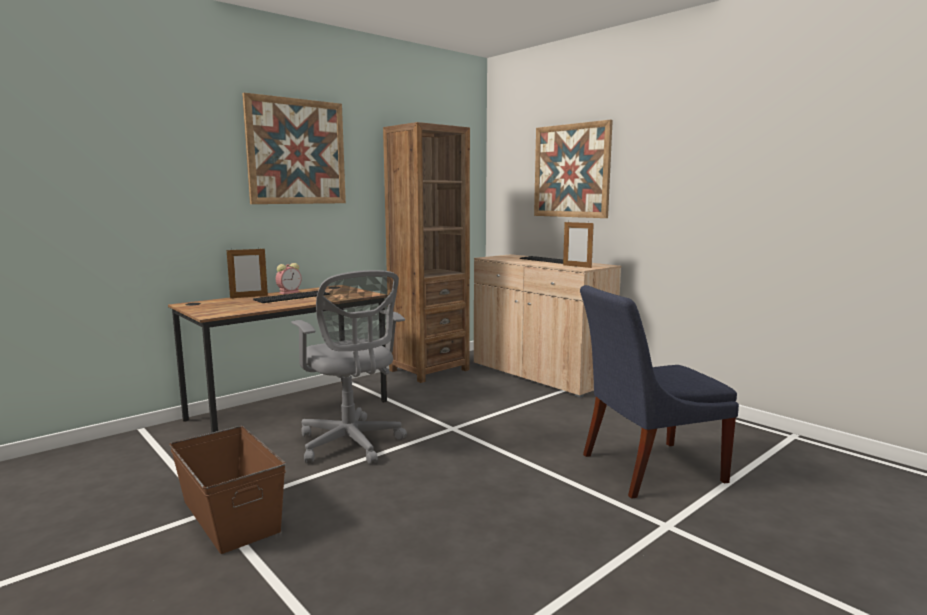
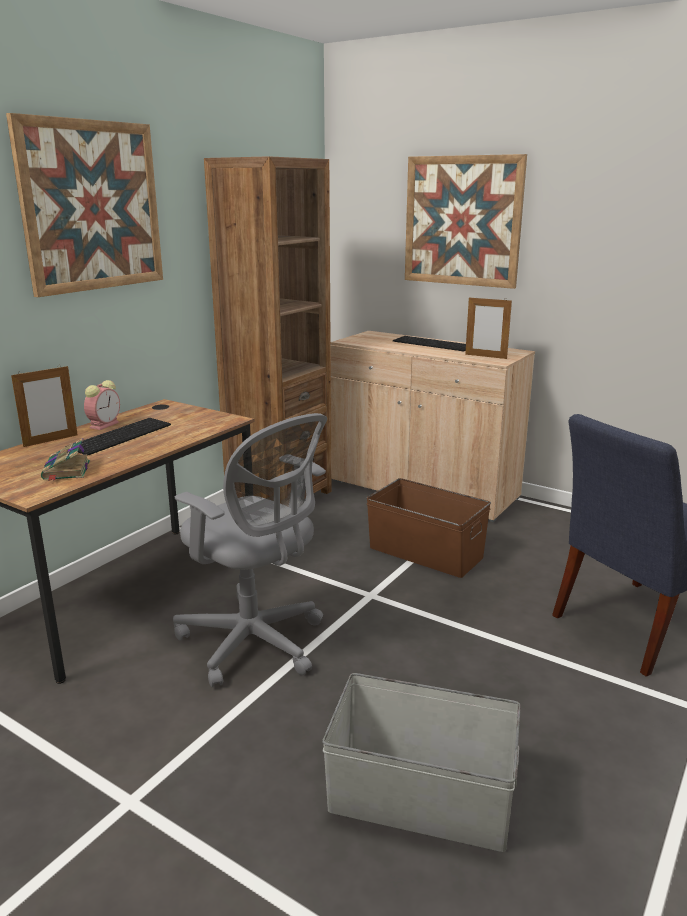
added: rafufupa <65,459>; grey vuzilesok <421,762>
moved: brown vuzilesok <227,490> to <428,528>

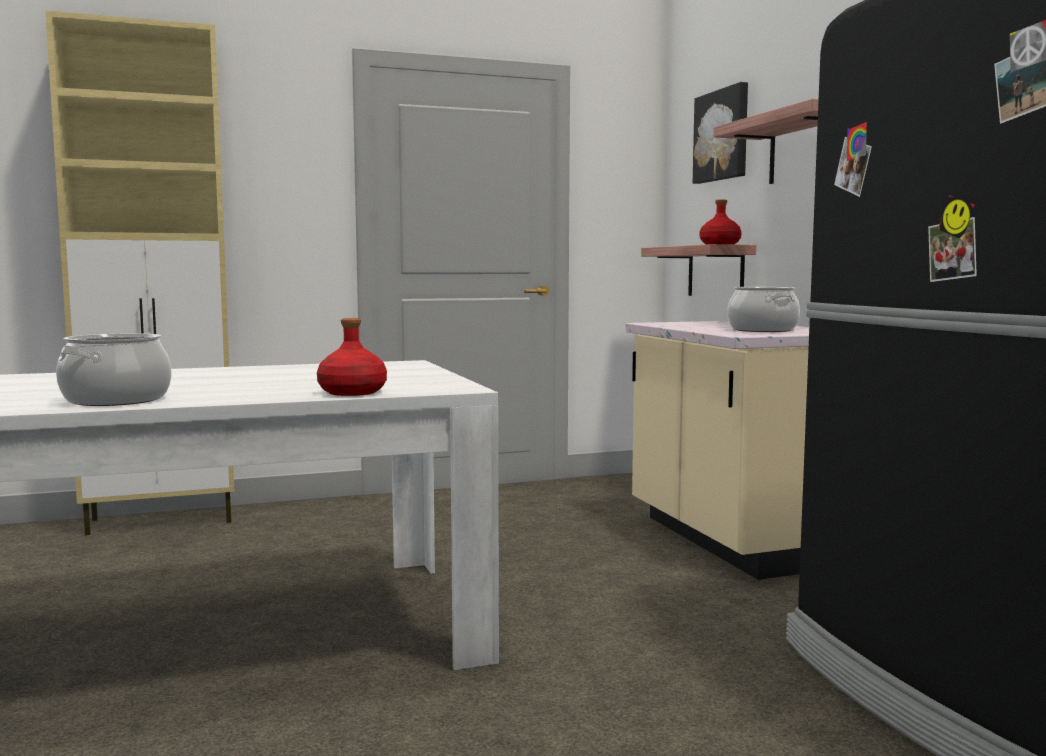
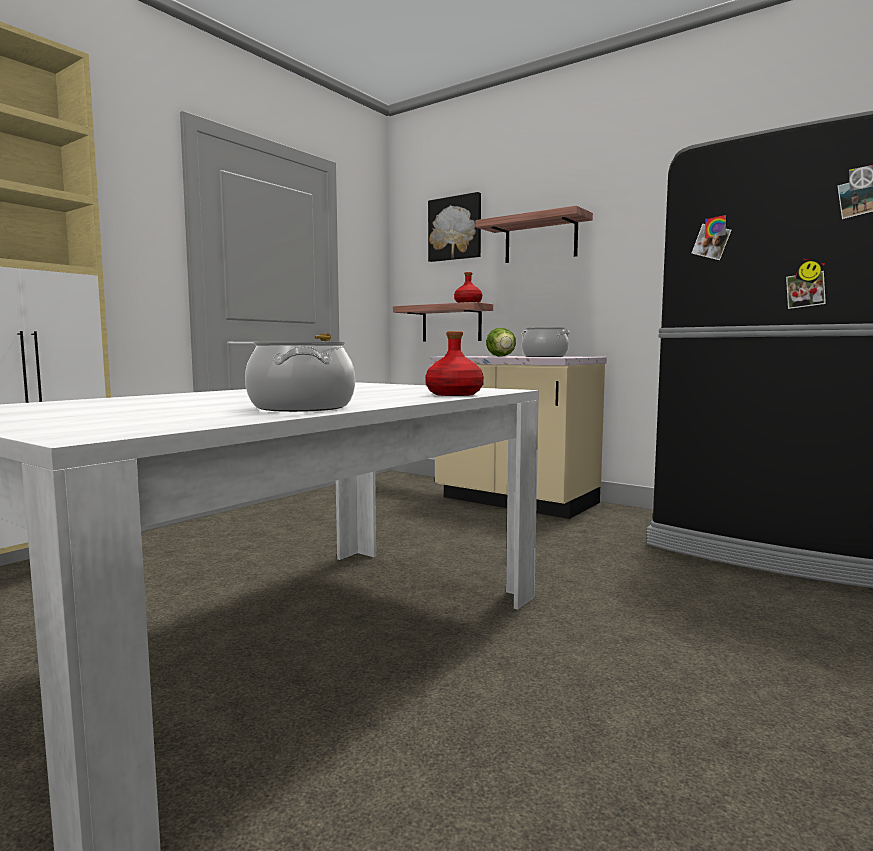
added: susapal <501,342>

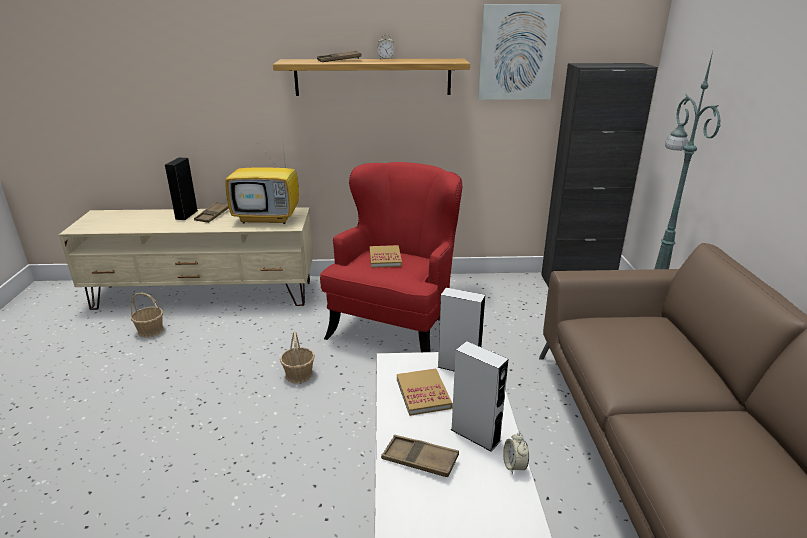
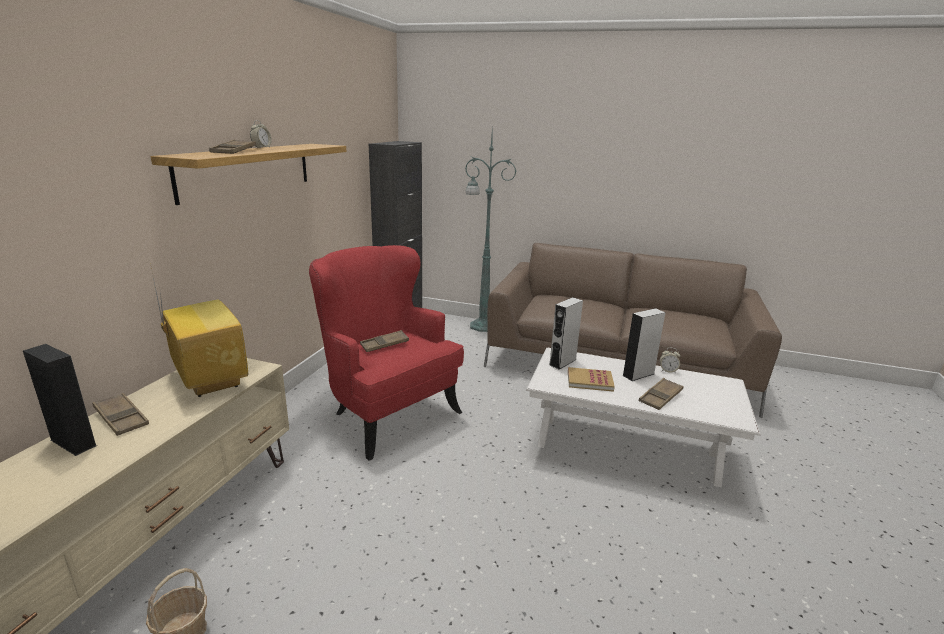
removed: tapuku <297,357>; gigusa <519,52>
replaced: rafufupa <386,256> to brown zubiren <384,341>
turned: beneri <262,180> = <199,332> 60 degrees counterclockwise

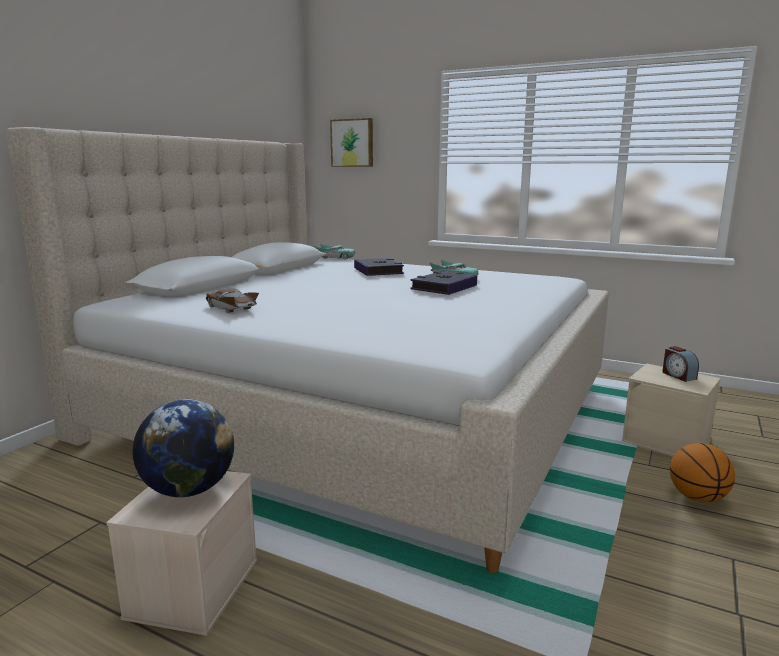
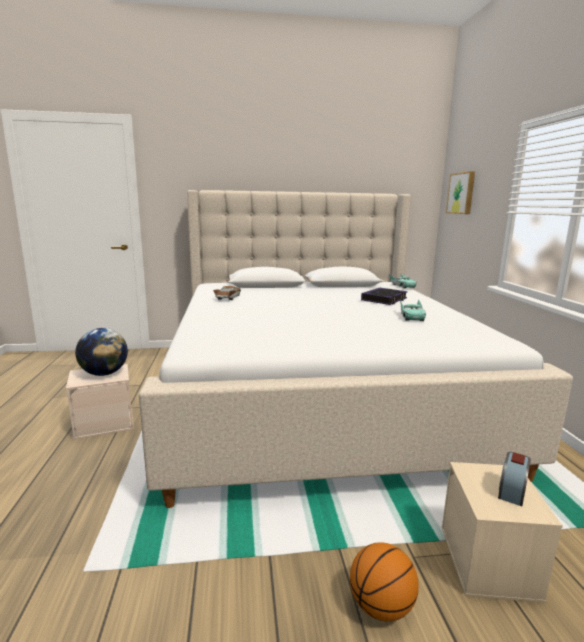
removed: rafufupa <443,283>

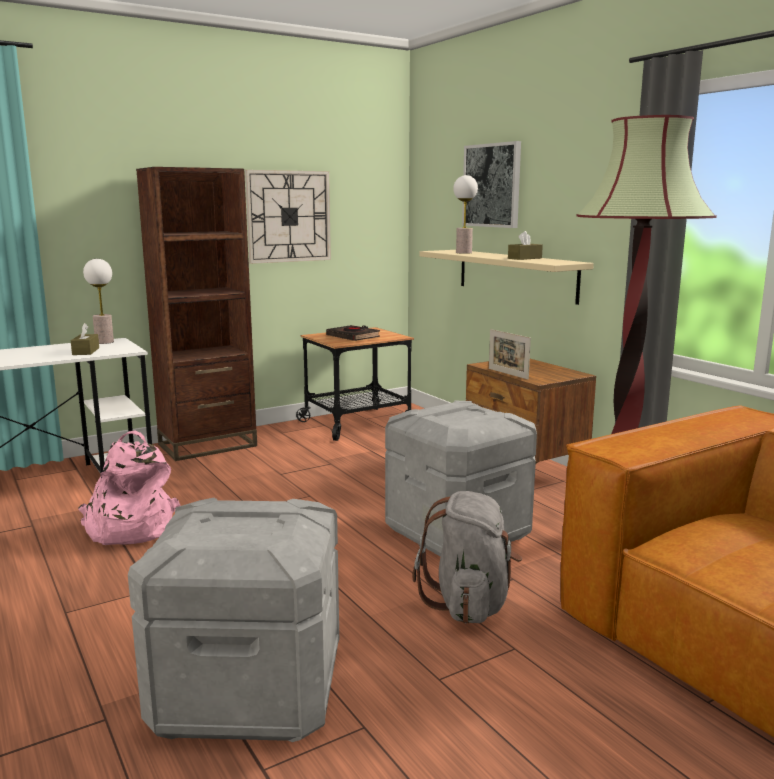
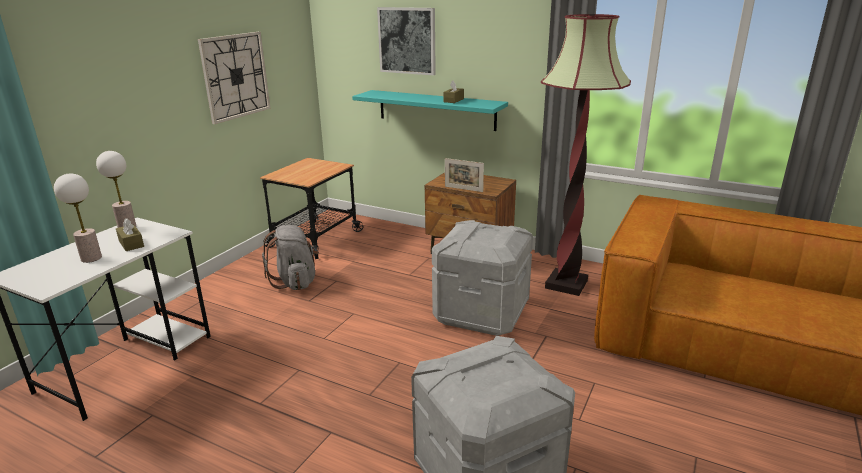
removed: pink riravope <129,487>; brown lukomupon <196,314>; black rafufupa <353,333>
moved: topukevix <465,214> to <78,218>; grey riravope <467,557> to <290,257>
recoloured: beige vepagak <507,277> to turquoise vepagak <430,110>

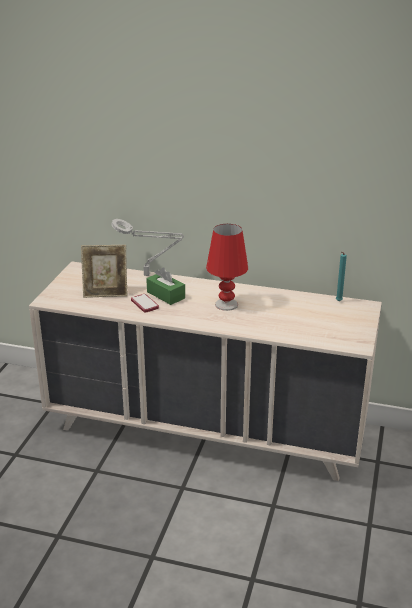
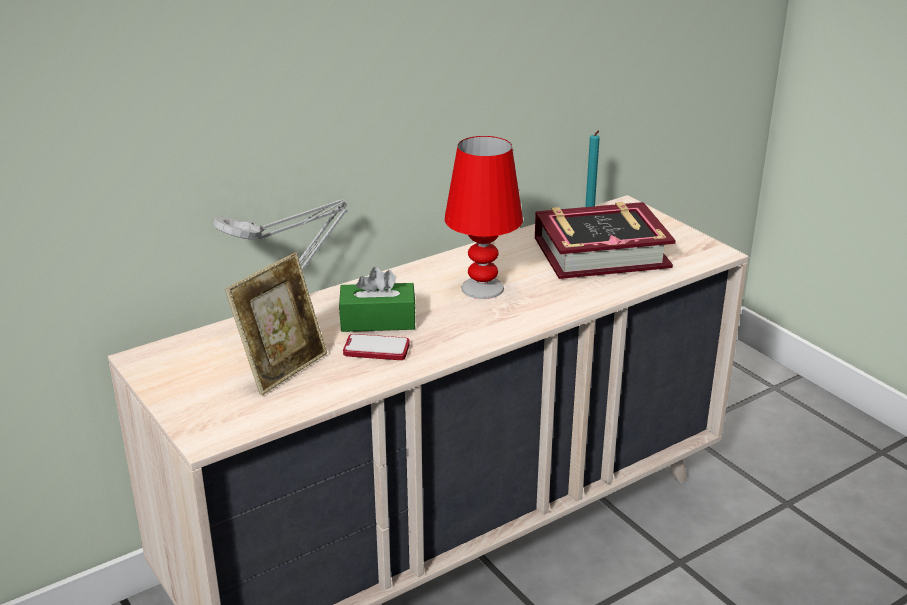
added: rafufupa <605,240>

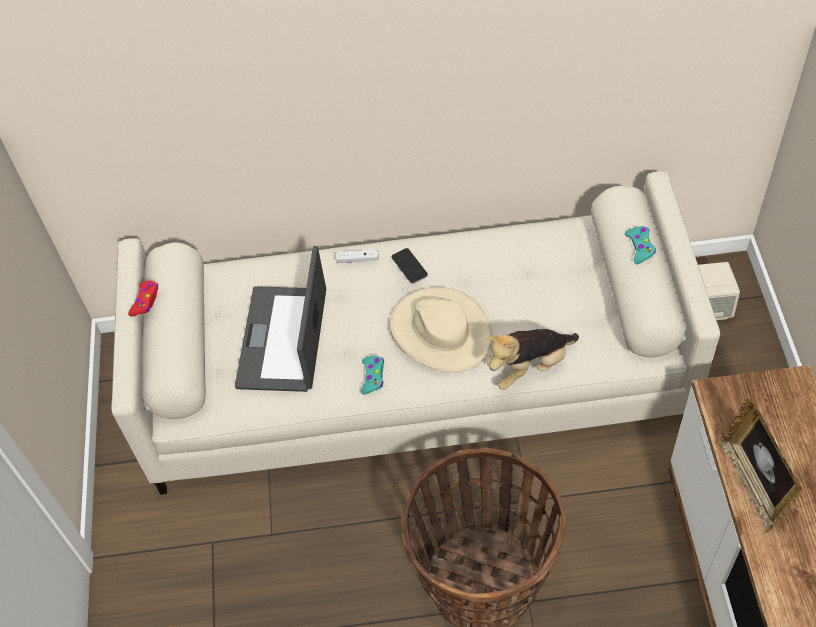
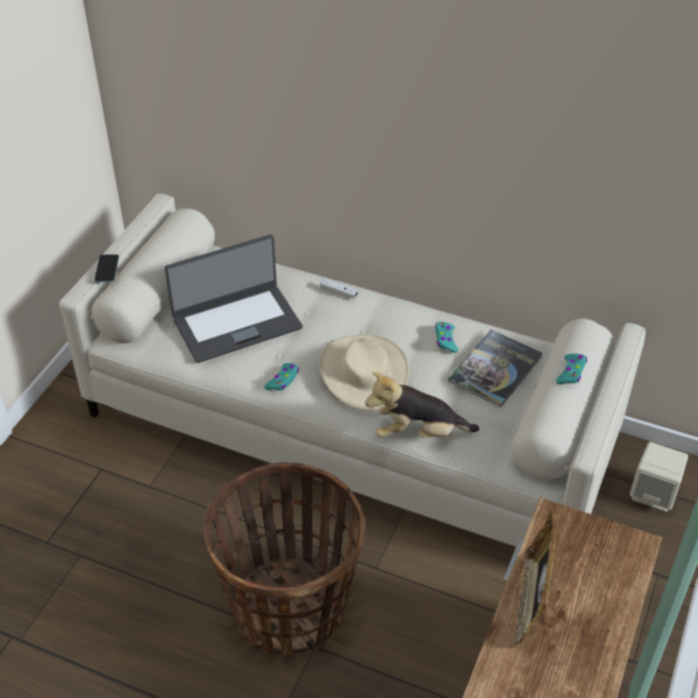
removed: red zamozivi <143,298>
added: turquoise zamozivi <446,337>; rafufupa <495,368>
moved: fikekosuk <410,266> to <106,268>
turned: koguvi <280,319> = <233,298> 150 degrees counterclockwise

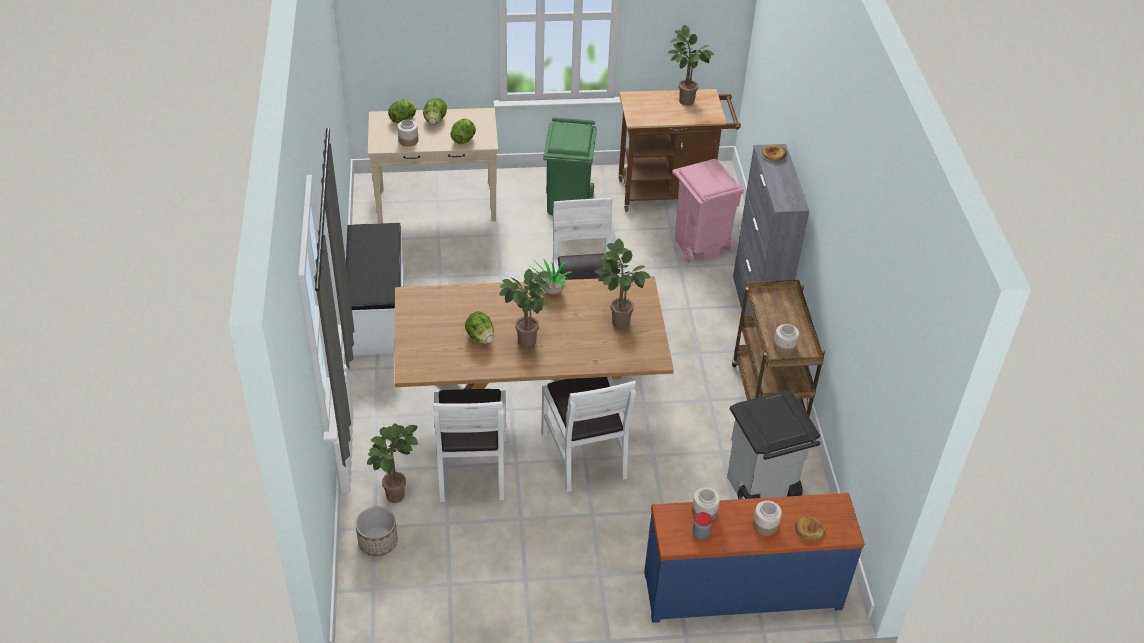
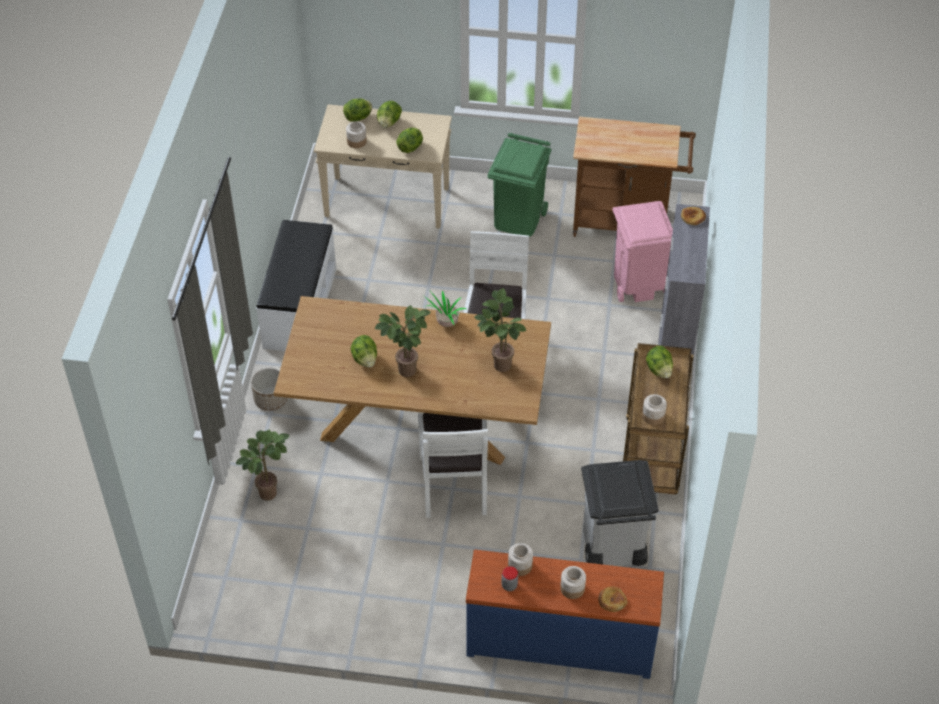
removed: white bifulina <469,445>; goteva <691,65>
added: susapal <659,361>
moved: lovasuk <377,531> to <269,389>

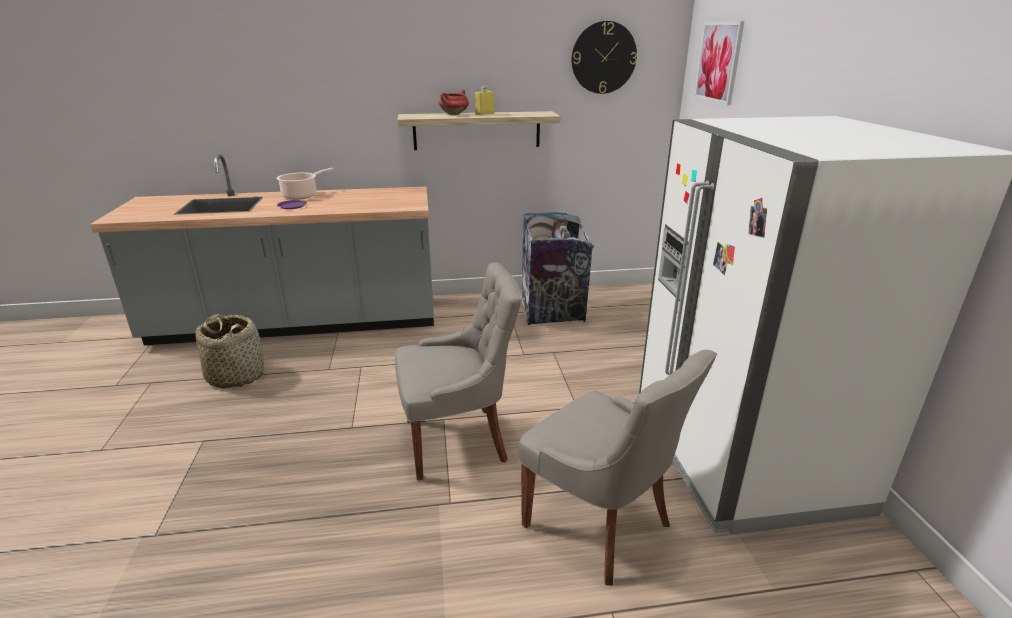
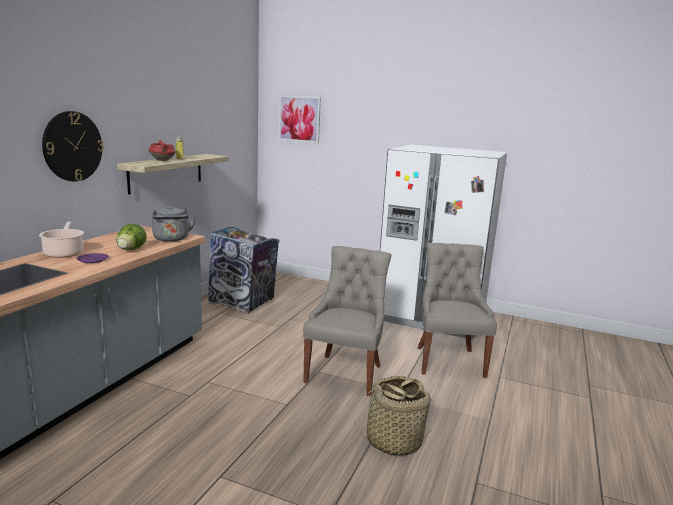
added: susapal <131,237>; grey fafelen <174,224>
moved: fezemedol <604,57> to <73,146>; tapuku <230,351> to <393,416>
turned: grey bifulina <617,467> = <457,310> 75 degrees counterclockwise

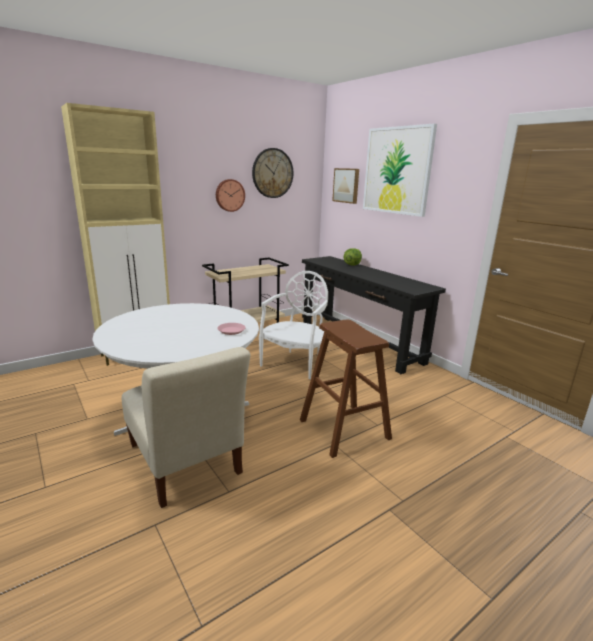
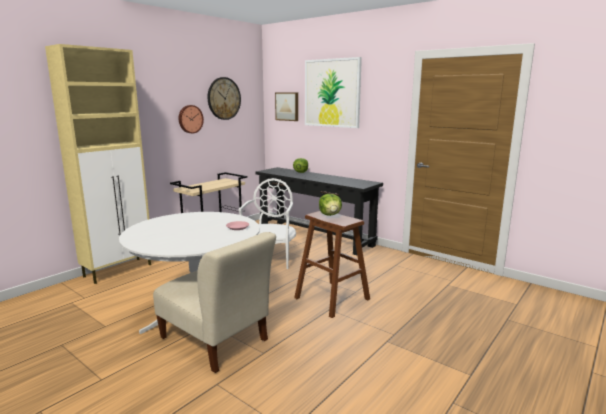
added: susapal <330,205>

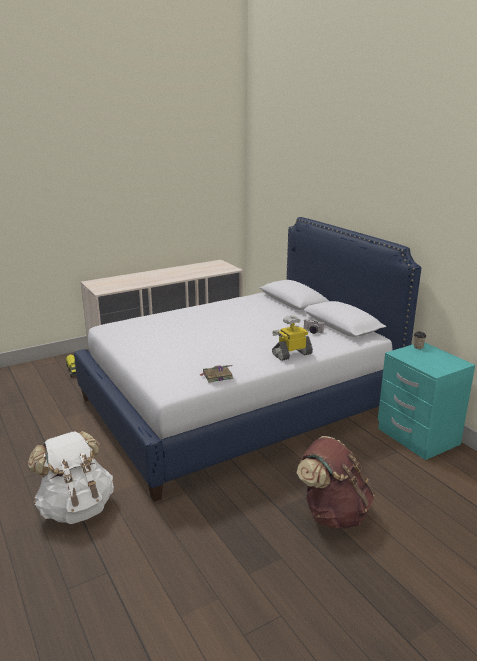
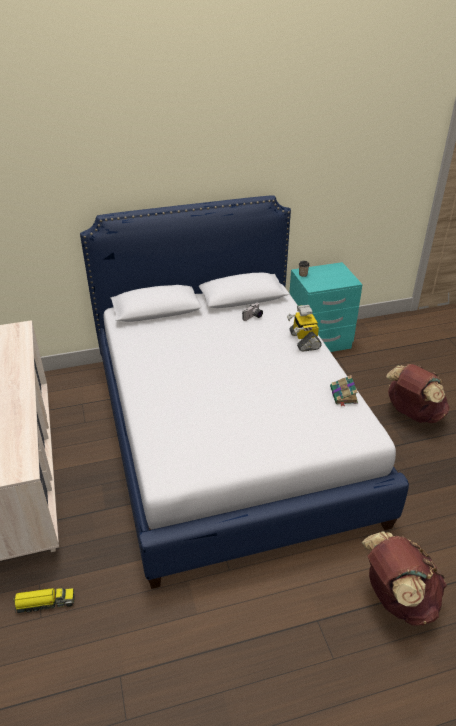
recoloured: white riravope <71,477> to brown riravope <404,579>

